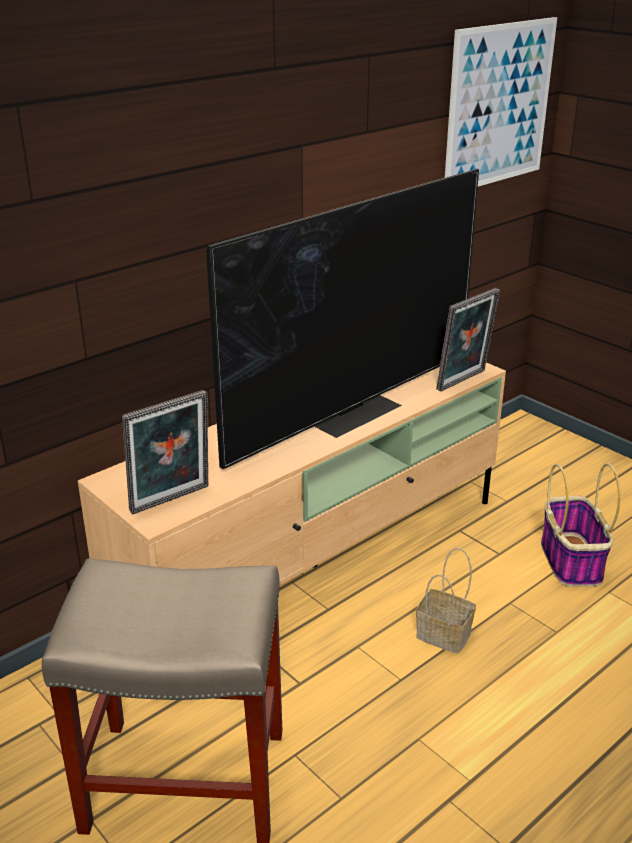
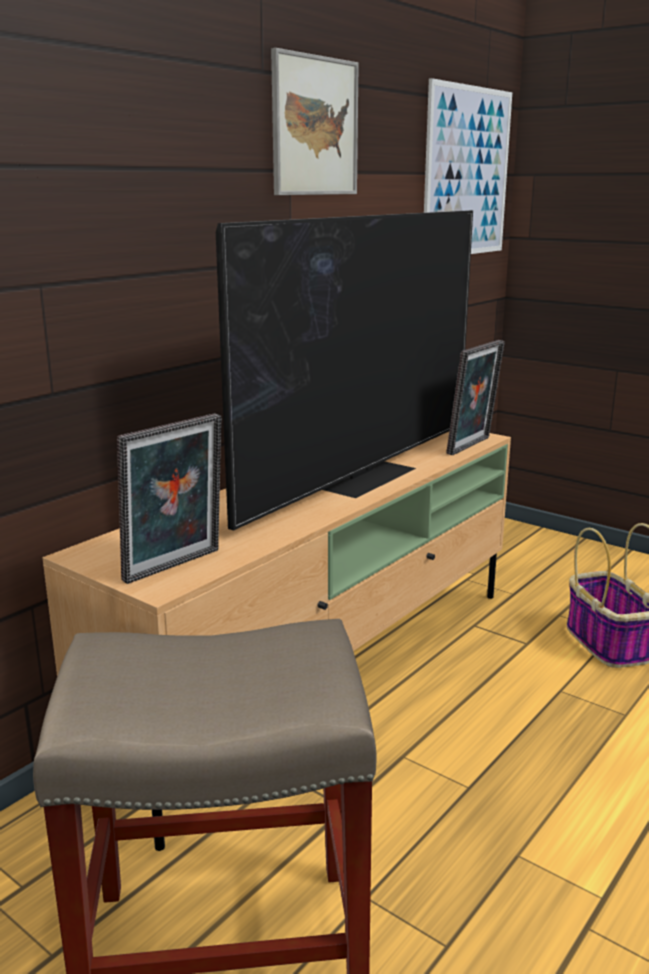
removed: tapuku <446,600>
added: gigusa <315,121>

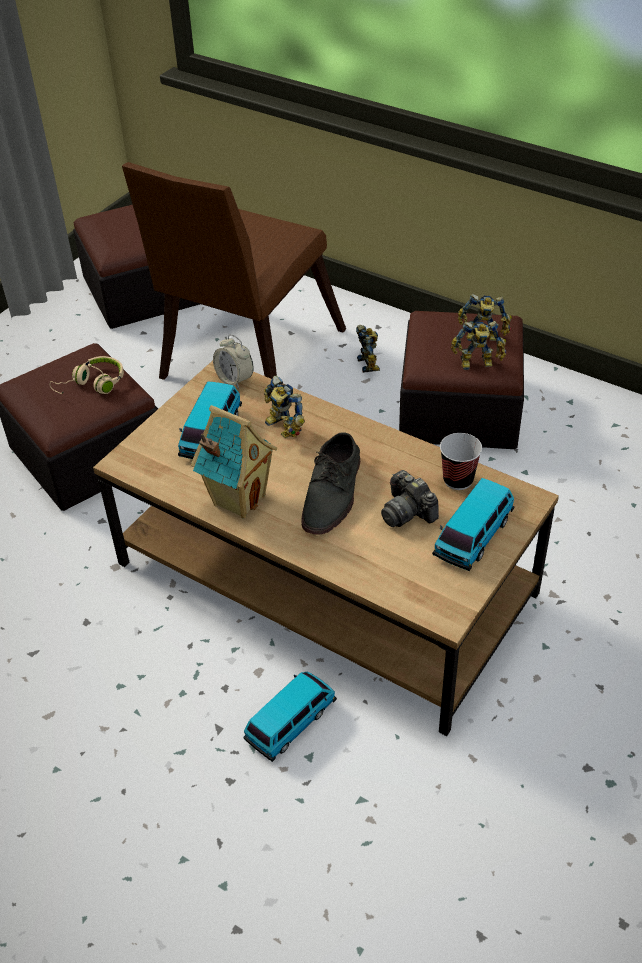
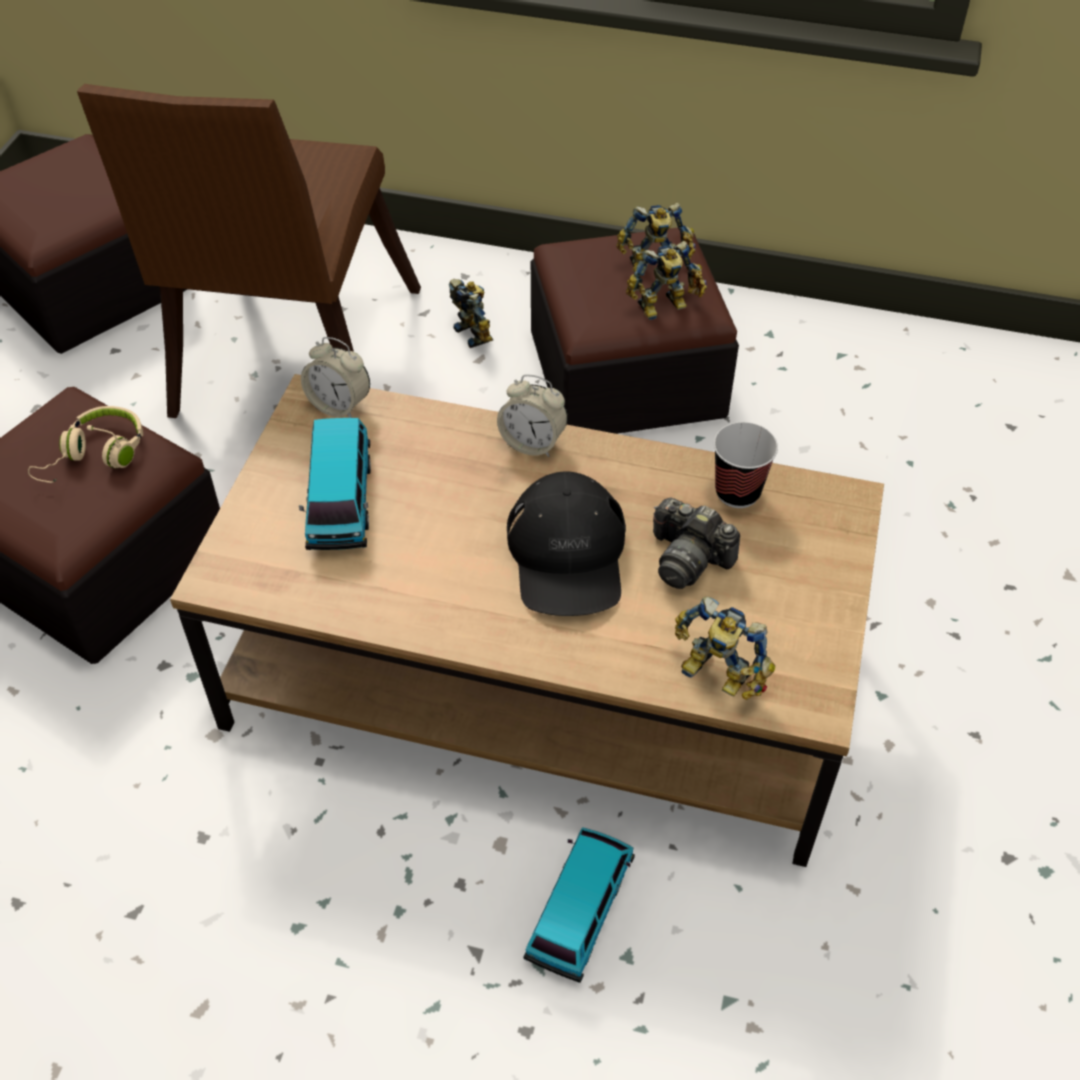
removed: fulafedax <234,461>; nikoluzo <473,524>
added: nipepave <532,416>
moved: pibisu <284,407> to <725,648>
replaced: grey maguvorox <330,483> to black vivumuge <566,543>

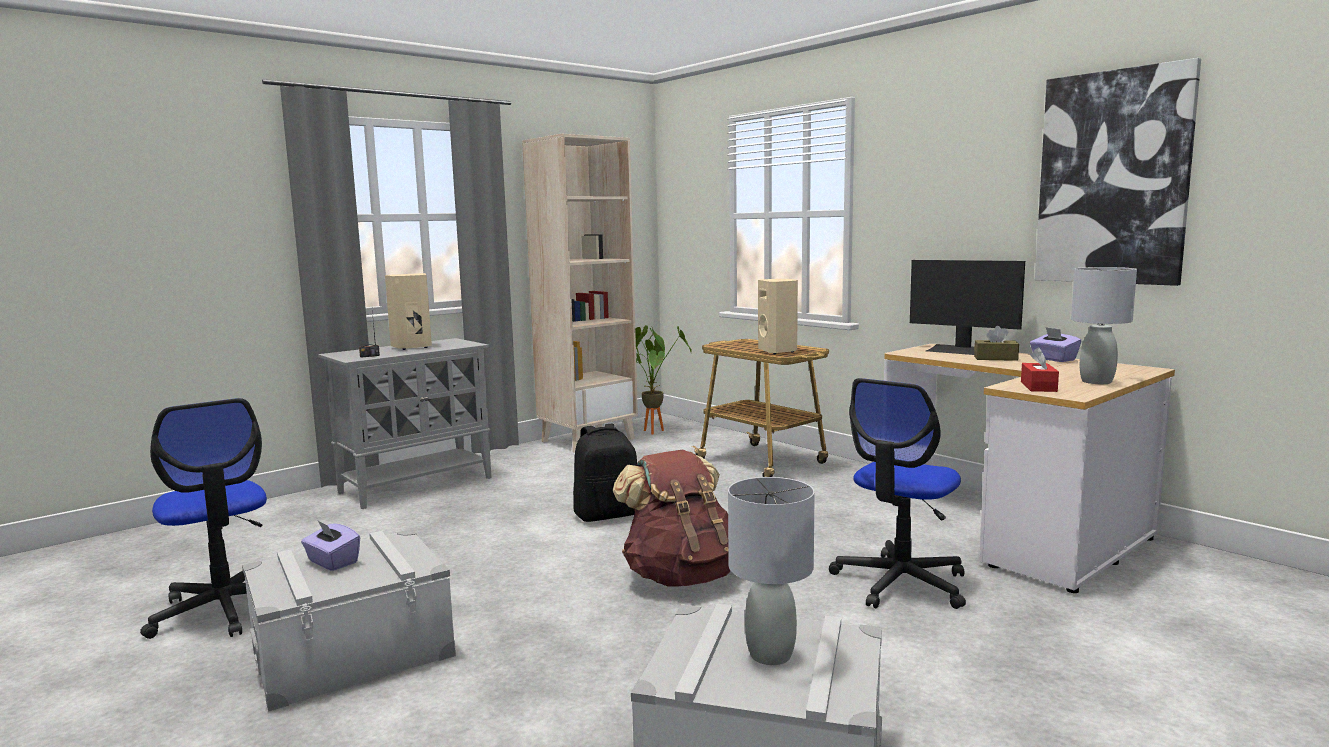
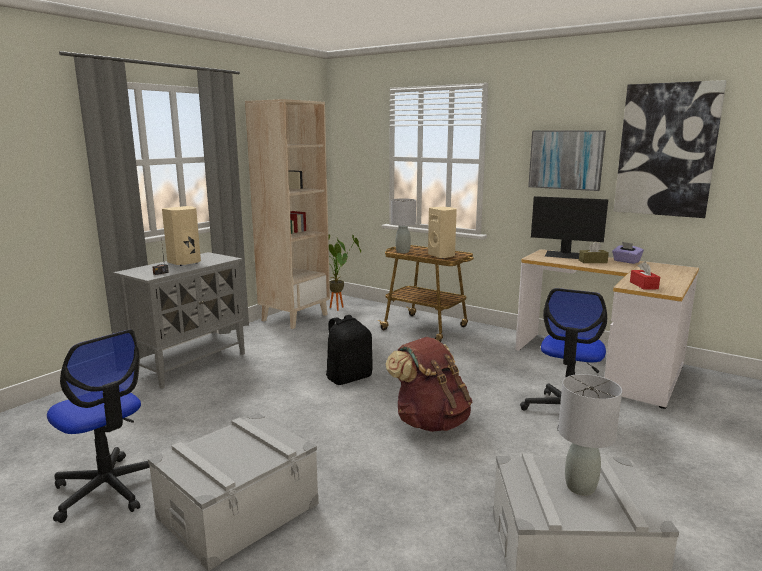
removed: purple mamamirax <330,546>
added: gigusa <567,160>
moved: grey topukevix <1104,325> to <403,225>

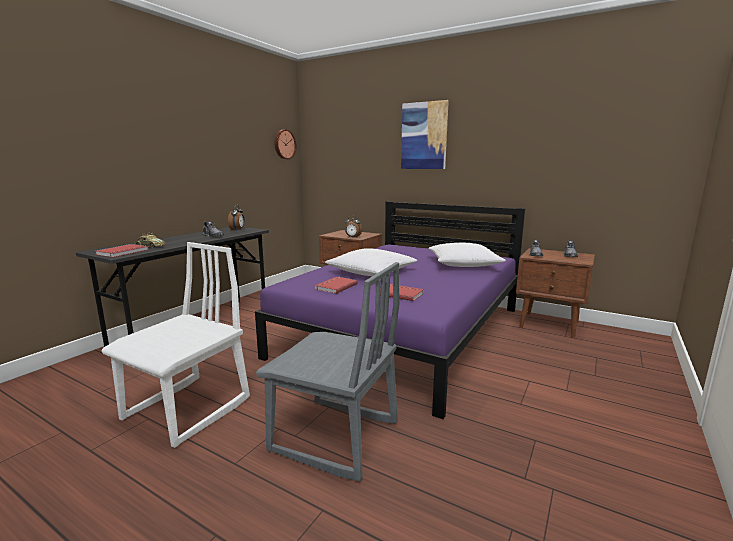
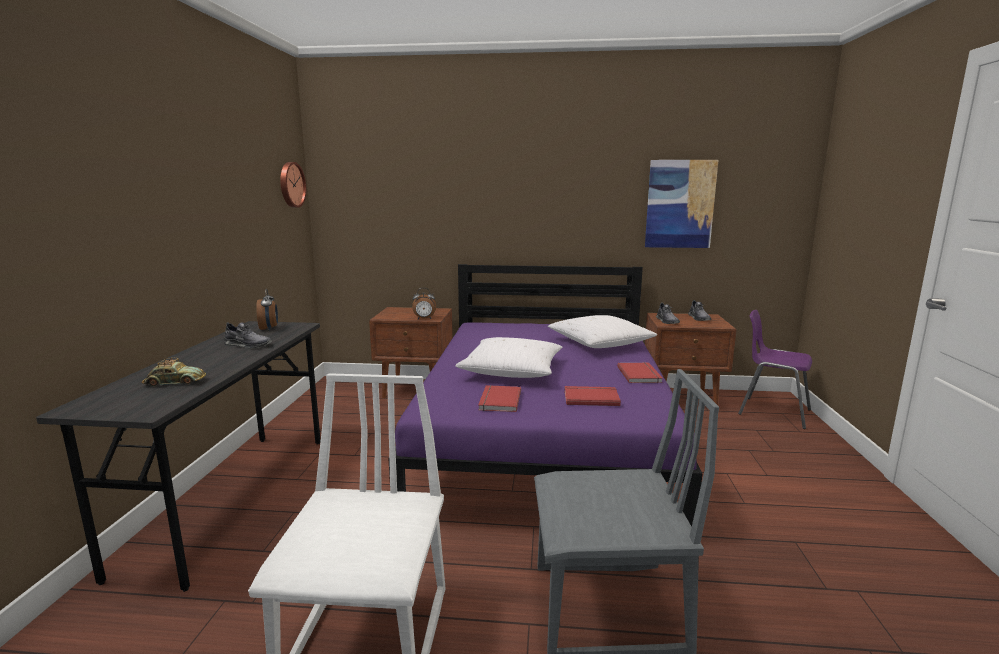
added: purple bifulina <775,369>
moved: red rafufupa <121,250> to <640,372>; gigusa <425,134> to <681,204>

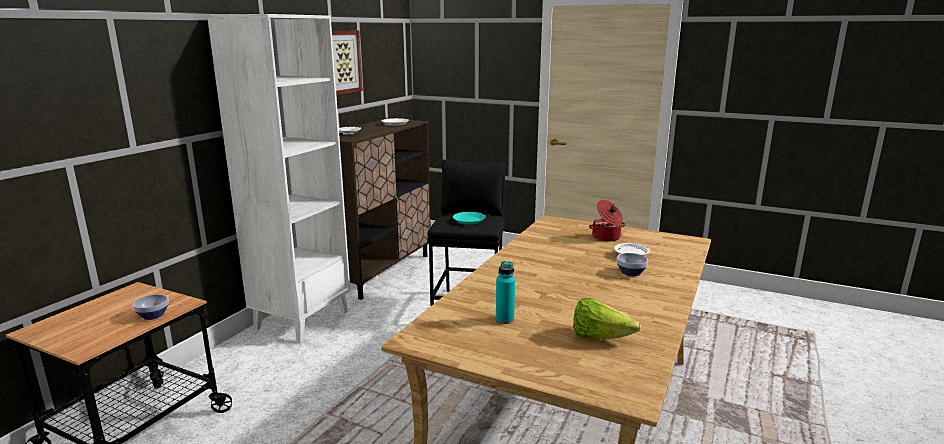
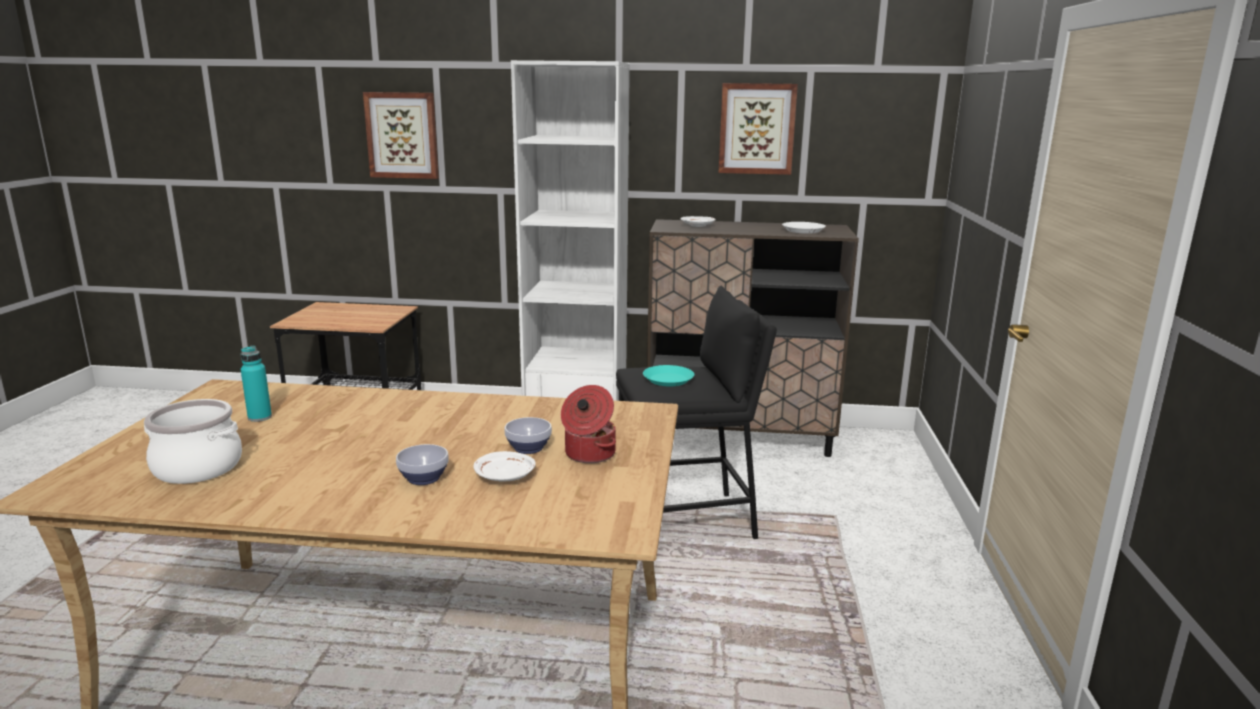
added: gigusa <401,135>
moved: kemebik <151,307> to <528,435>
replaced: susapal <607,318> to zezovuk <193,441>

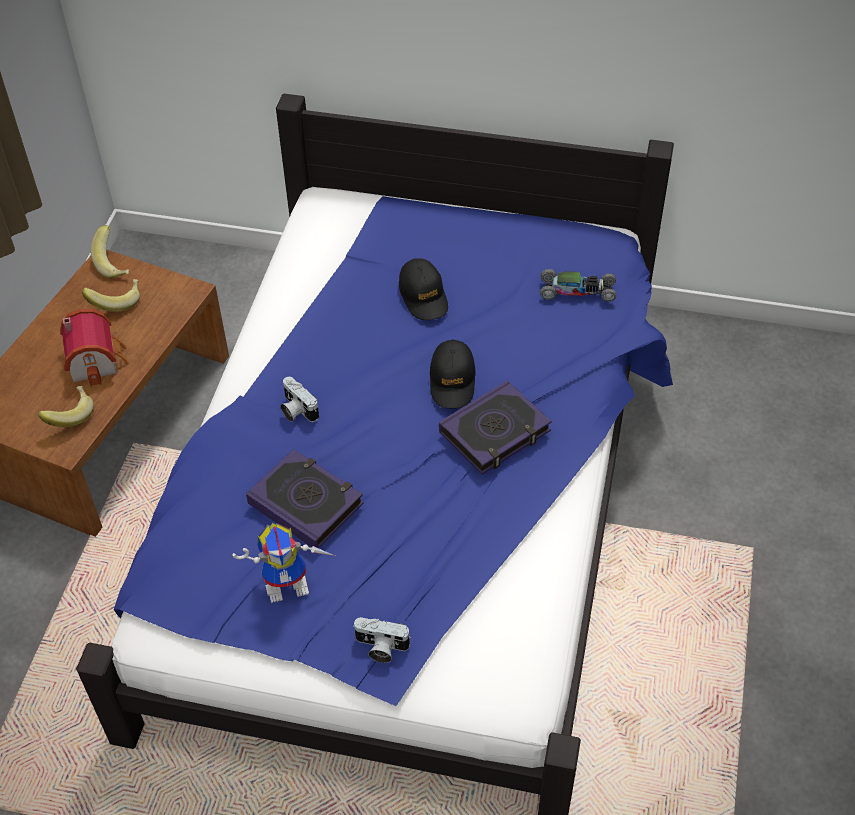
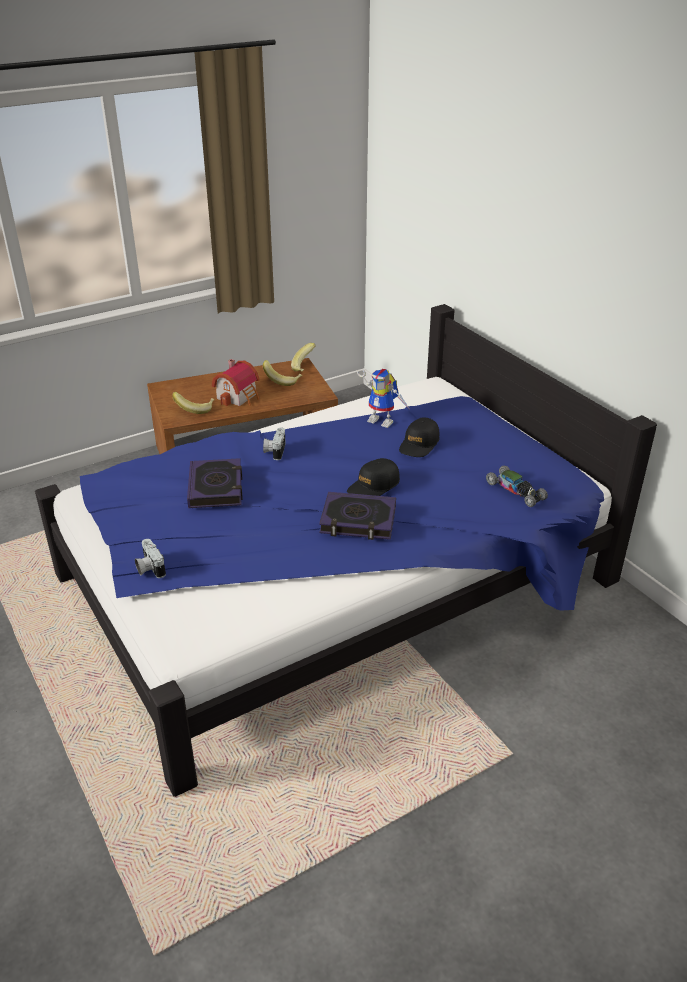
moved: pibisu <283,563> to <383,398>

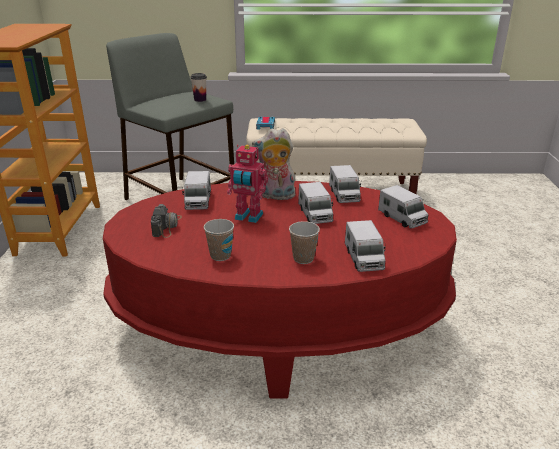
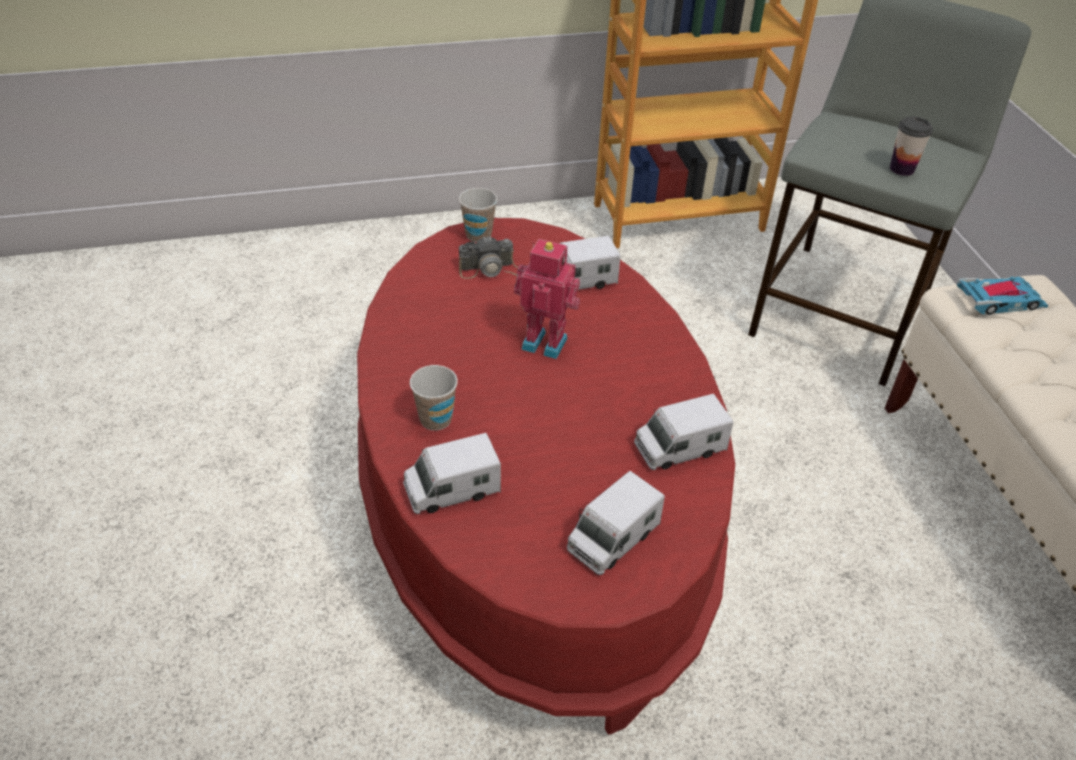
removed: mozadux <273,164>; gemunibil <315,203>
moved: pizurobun <219,240> to <478,215>
turned: pibisu <247,184> = <547,299> 105 degrees clockwise

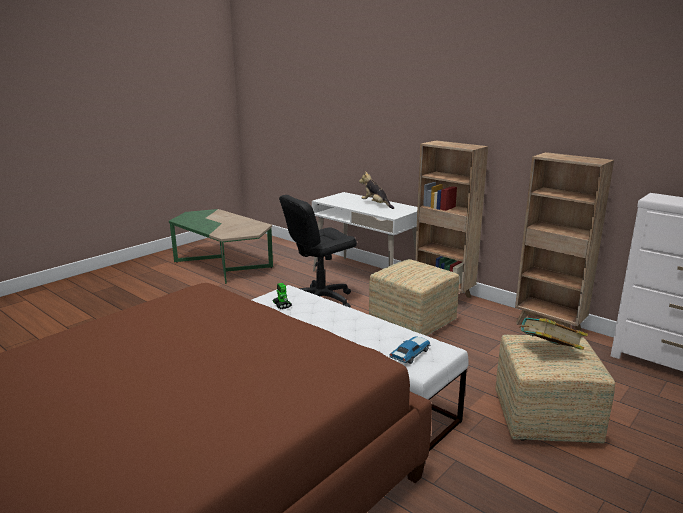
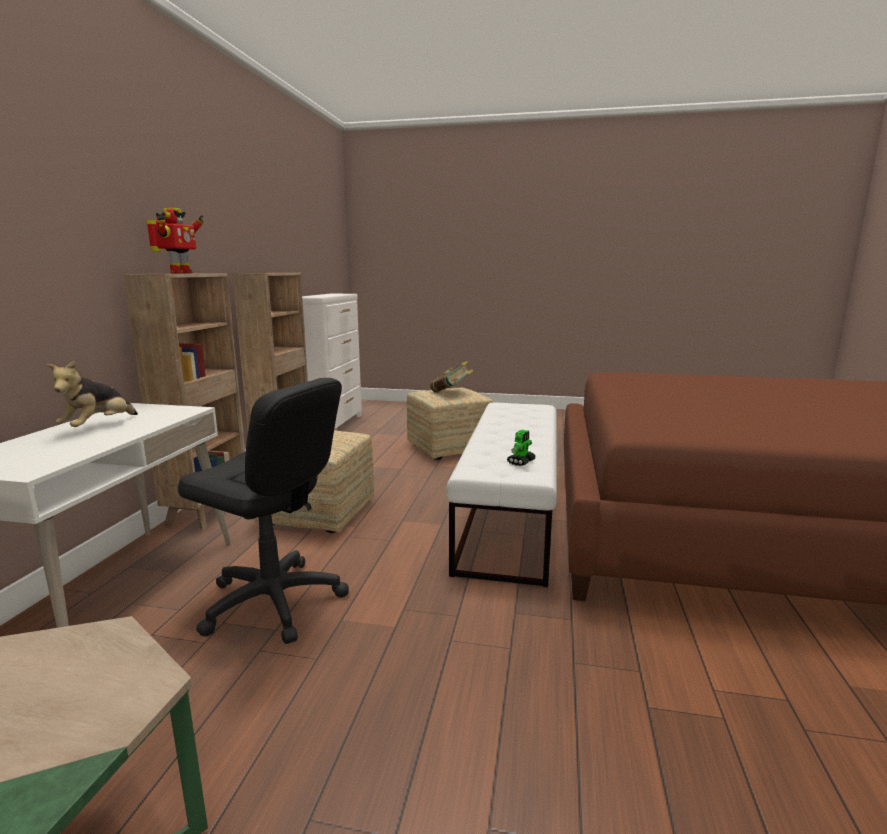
removed: nikoluzo <410,350>
added: pibisu <175,240>

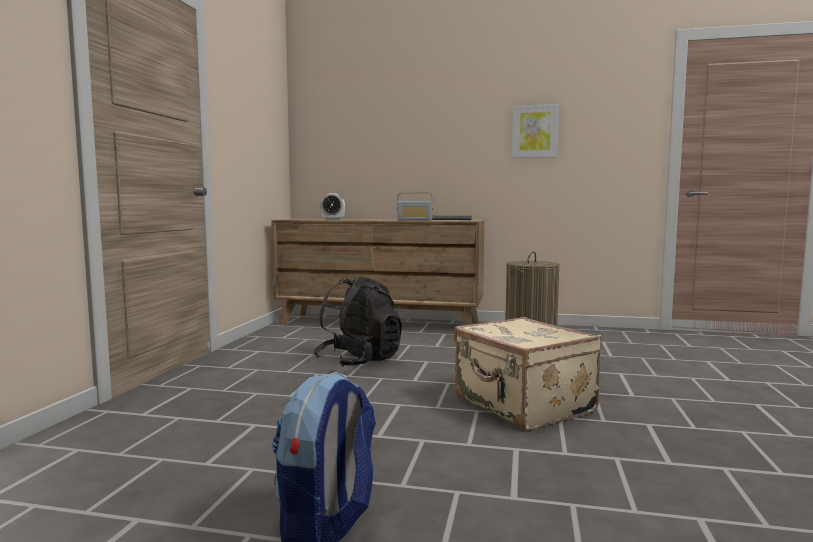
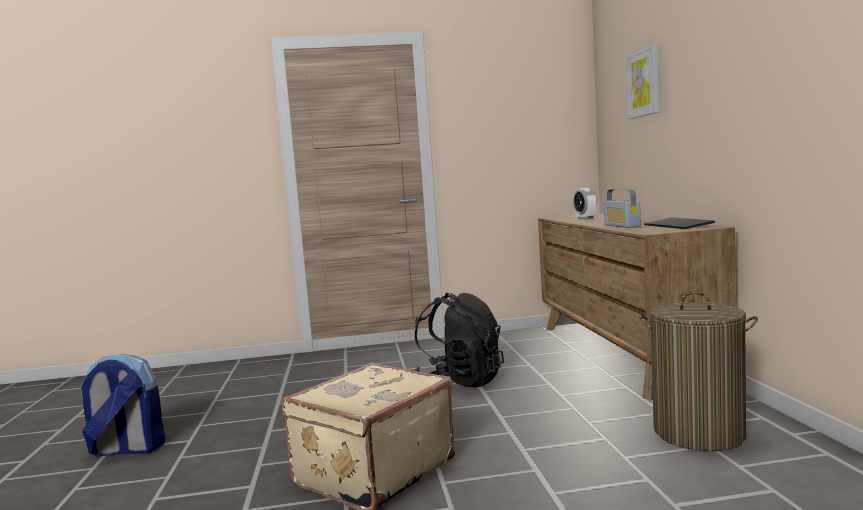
moved: gigusa <535,131> to <642,81>

